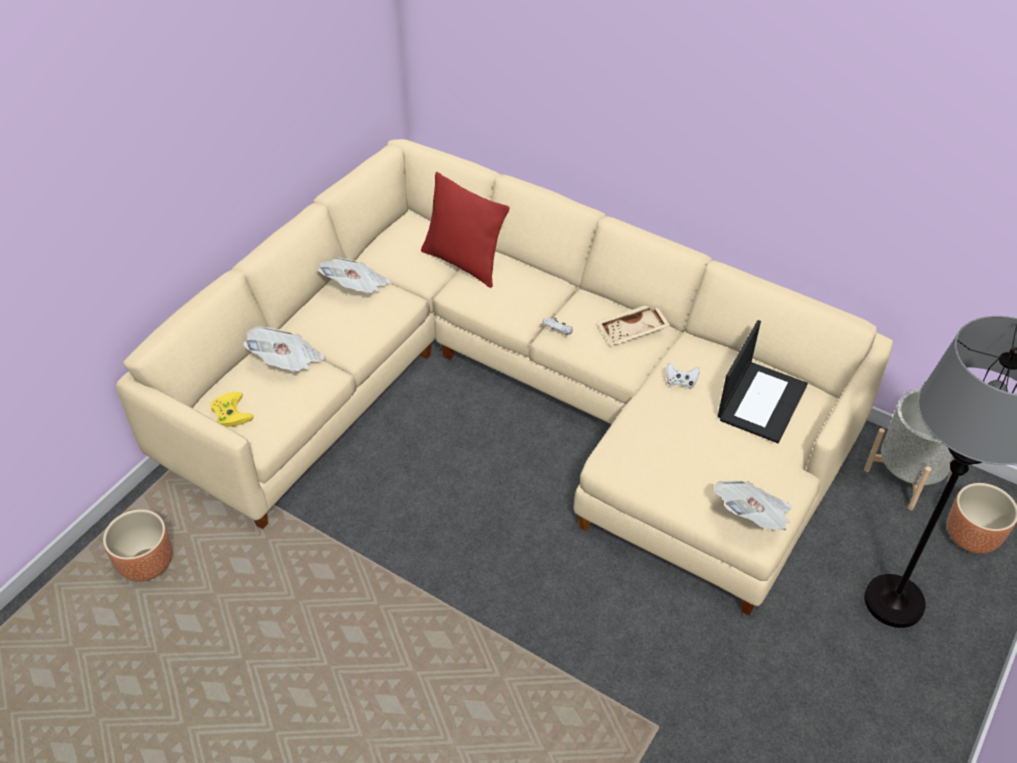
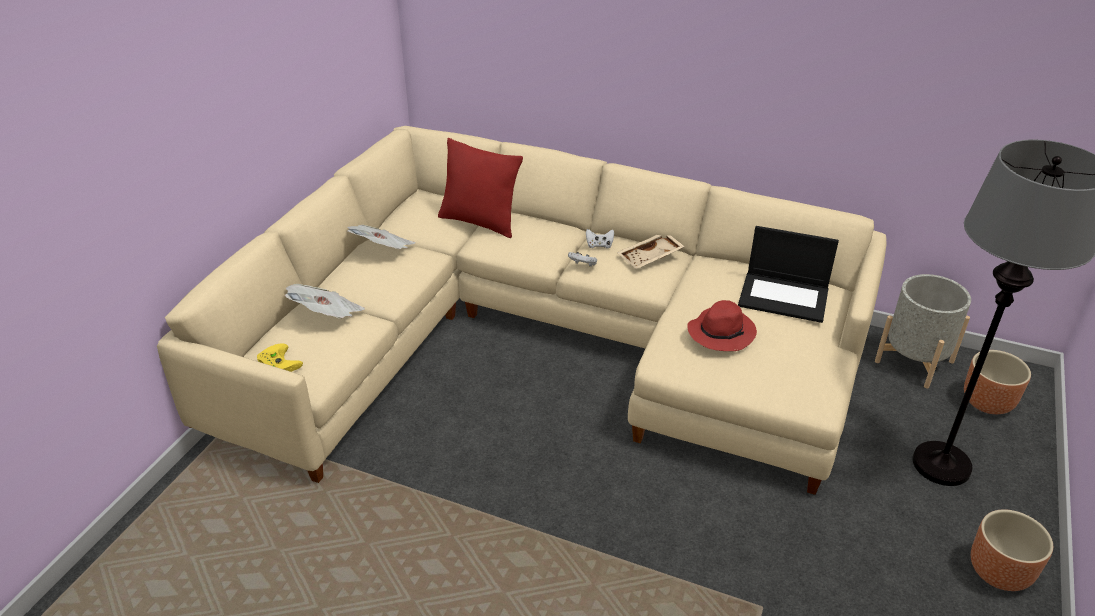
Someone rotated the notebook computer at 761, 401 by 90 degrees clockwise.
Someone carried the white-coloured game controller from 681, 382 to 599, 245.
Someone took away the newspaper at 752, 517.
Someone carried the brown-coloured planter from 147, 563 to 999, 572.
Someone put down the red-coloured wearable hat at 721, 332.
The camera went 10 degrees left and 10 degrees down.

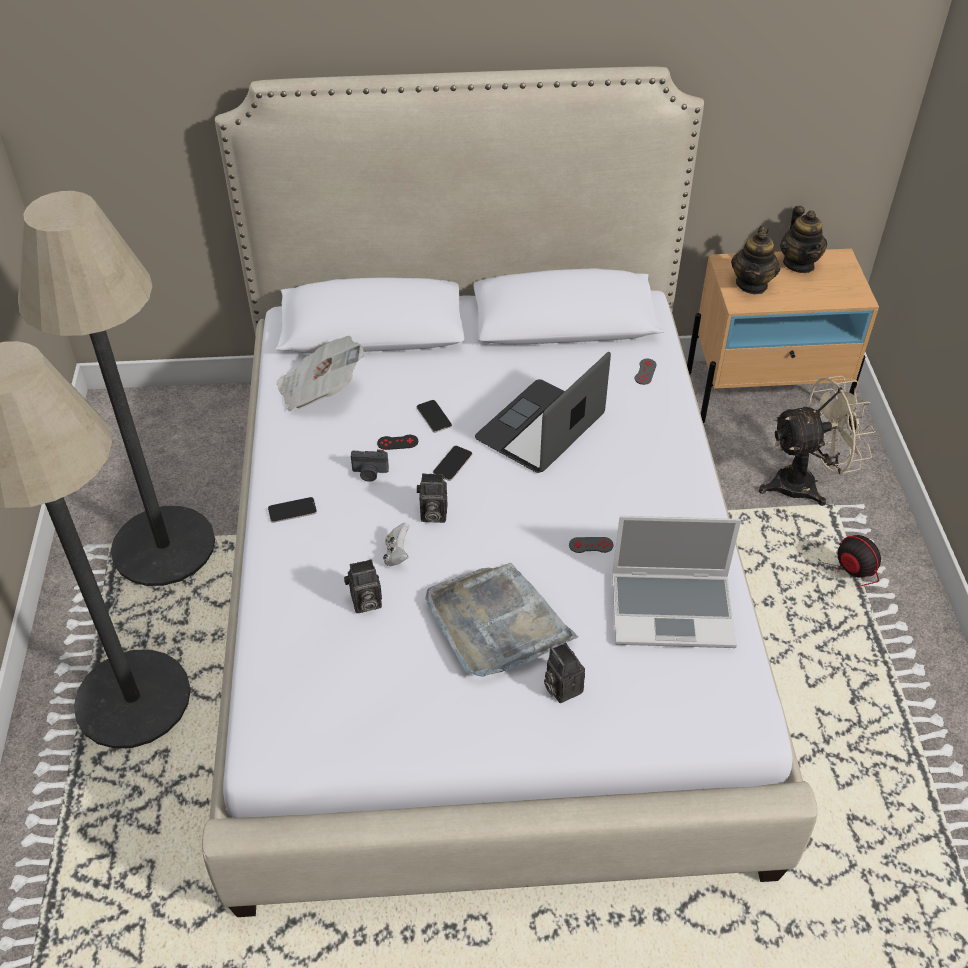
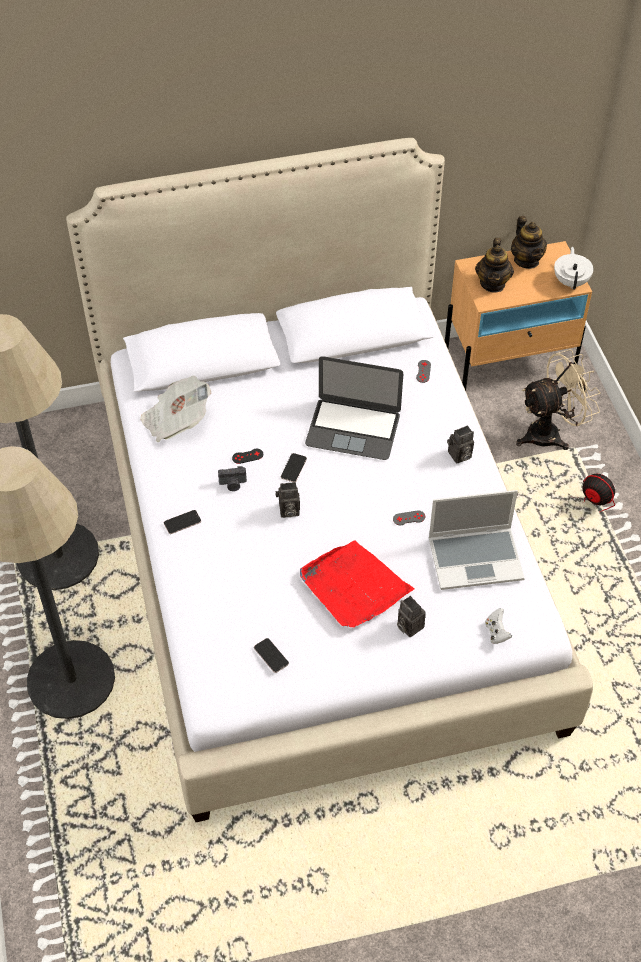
Someone rotated the notebook computer at 540, 427 by 105 degrees counterclockwise.
Someone carried the telephone from 434, 416 to 271, 655.
Someone carried the white-coloured game controller from 397, 554 to 496, 632.
Someone carried the photo camera from 365, 603 to 459, 456.
Someone repainted the gray tray at 496, 623, which became the red-coloured tray at 354, 587.
Someone put down the white-coloured tea pot at 571, 281.
The camera went 10 degrees left and 5 degrees up.

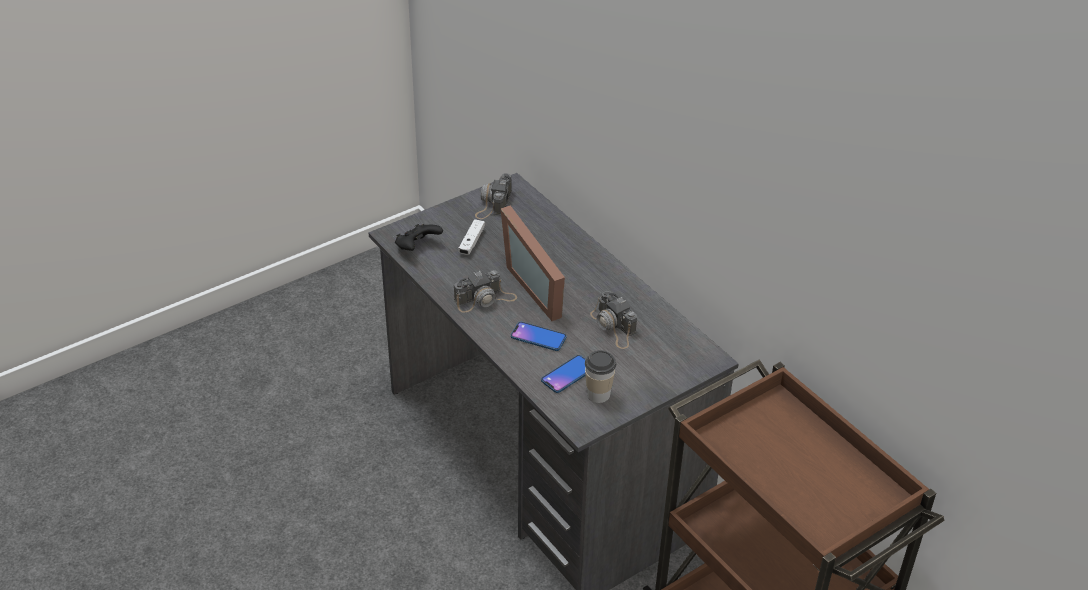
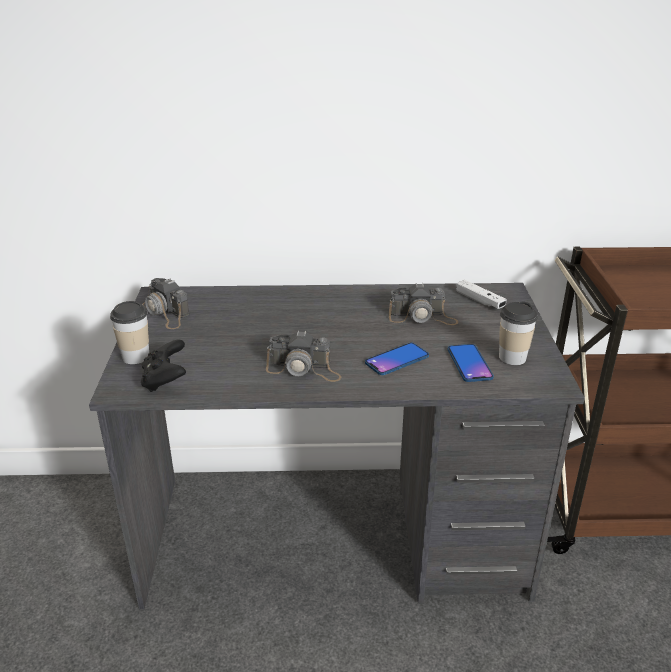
Someone took away the photo frame at 539, 286.
Someone carried the white-coloured game controller from 471, 242 to 479, 301.
Someone rotated the photo camera at 485, 299 by 90 degrees clockwise.
Someone put down the cup at 136, 356.
The camera went 55 degrees left and 10 degrees down.

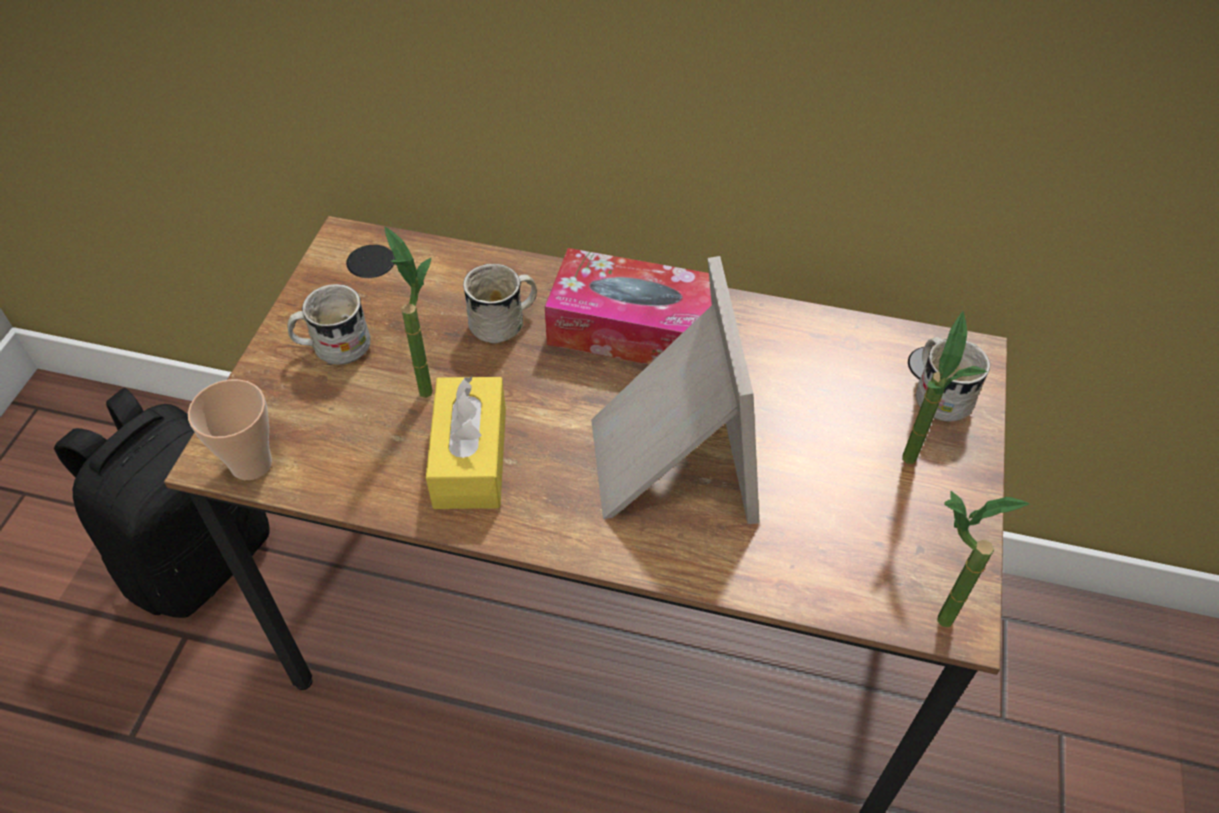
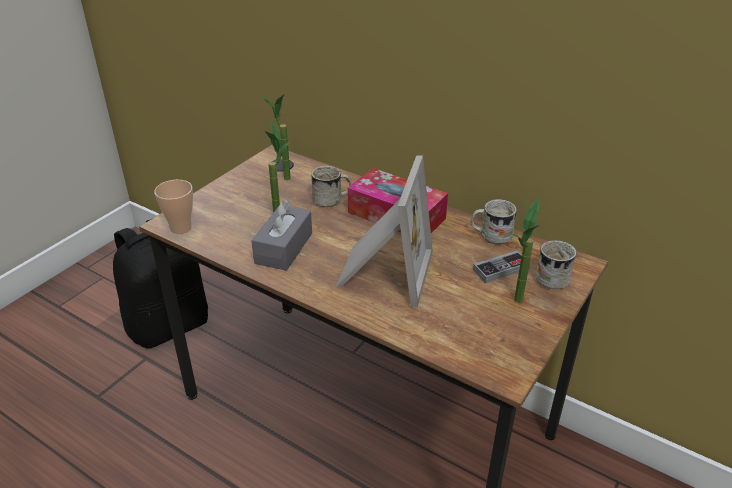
Someone carried the white-coloured mug from 333, 347 to 490, 235.
Someone repainted the yellow-coloured tissue box at 470, 457, which became the gray tissue box at 284, 248.
Someone carried the potted plant from 927, 616 to 281, 176.
Someone put down the game controller at 501, 269.
The camera went 20 degrees right and 15 degrees down.

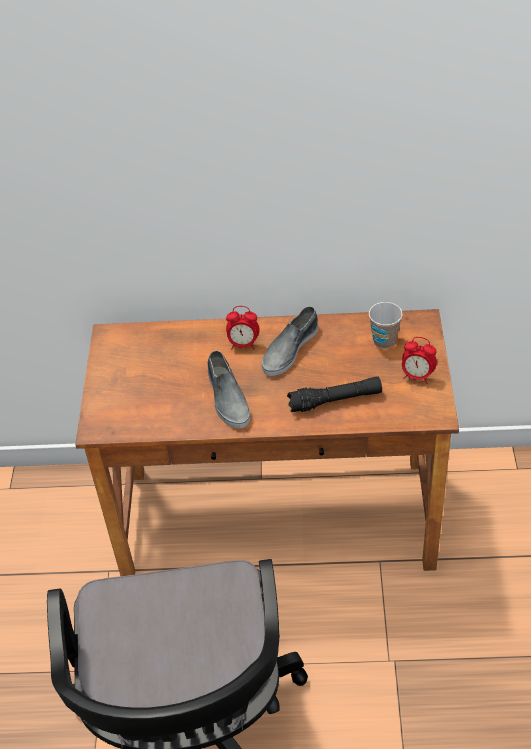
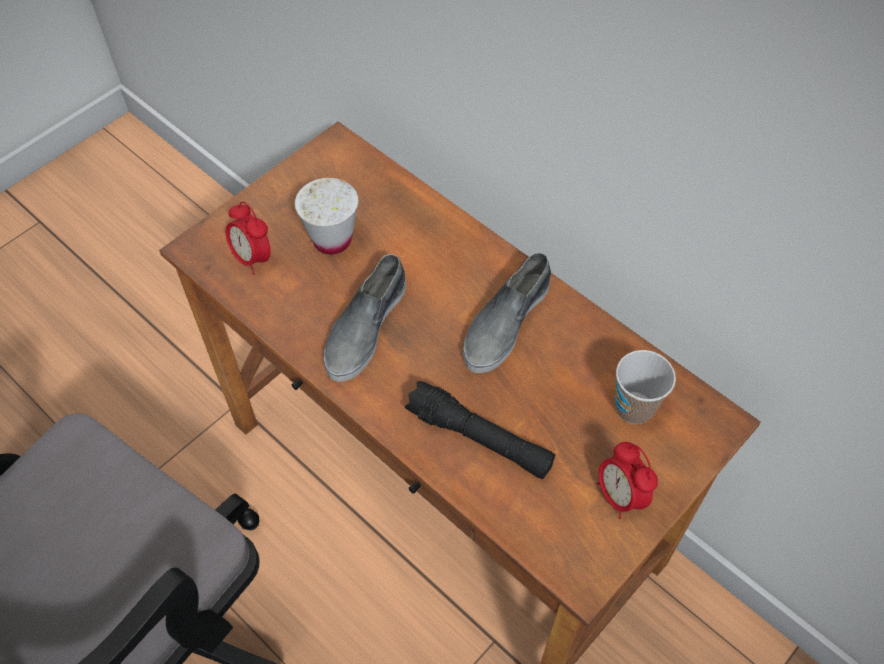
Someone carried the table clock from 243, 344 to 252, 258.
Someone rotated the gray item of footwear at 289, 349 by 45 degrees counterclockwise.
Someone put down the white-coloured cup at 332, 240.
The camera went 40 degrees right and 10 degrees up.

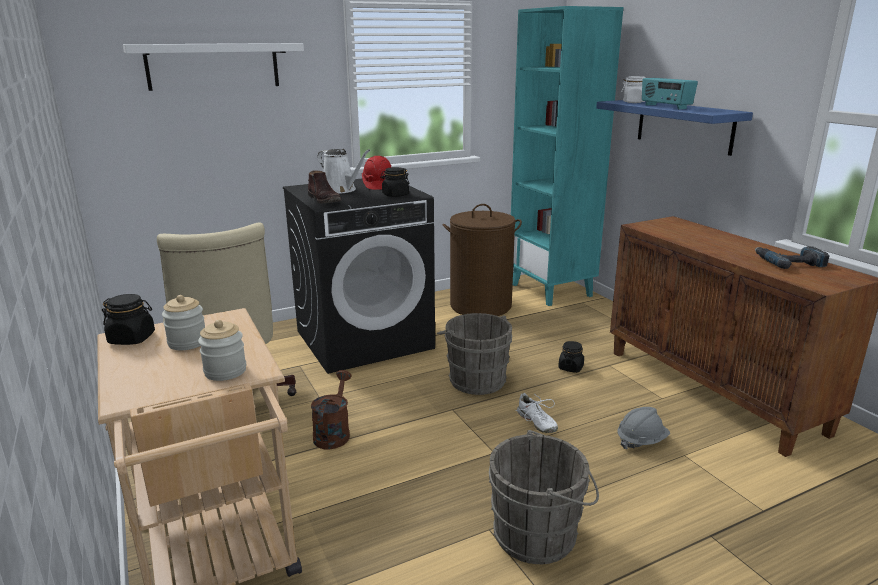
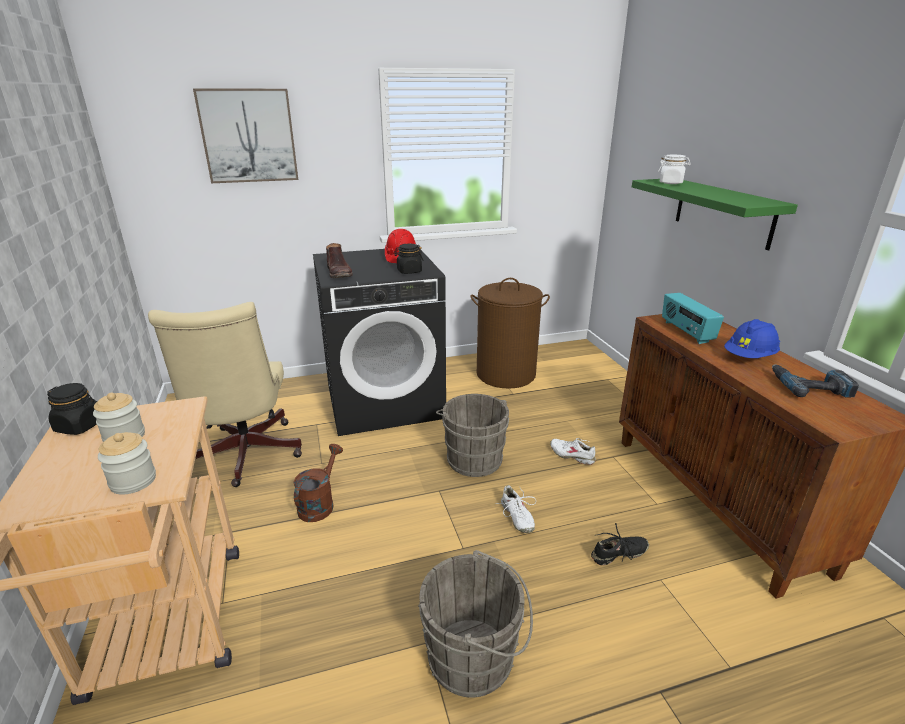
Someone took away the turquoise bookshelf at 552, 290.
Someone swapped the white-coloured bracket shelf at 213, 66 for the picture at 248, 136.
Someone carried the radio set from 665, 107 to 686, 332.
Someone repainted the bluish bracket shelf at 684, 126, which became the green bracket shelf at 723, 212.
Someone took away the white-coloured watering can at 341, 190.
Someone swapped the black-coloured storage jar at 570, 367 for the white-coloured item of footwear at 572, 455.
Someone swapped the gray work helmet at 641, 441 for the black-coloured item of footwear at 619, 555.
Someone put down the bluish work helmet at 749, 357.
The camera went 10 degrees right and 5 degrees up.

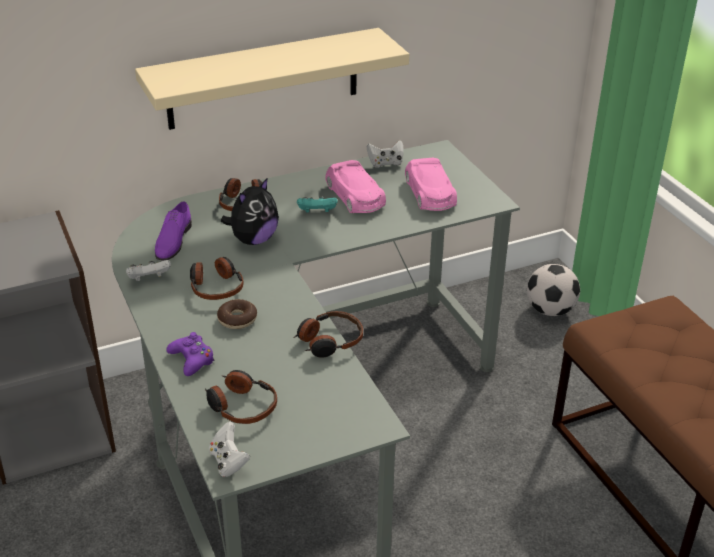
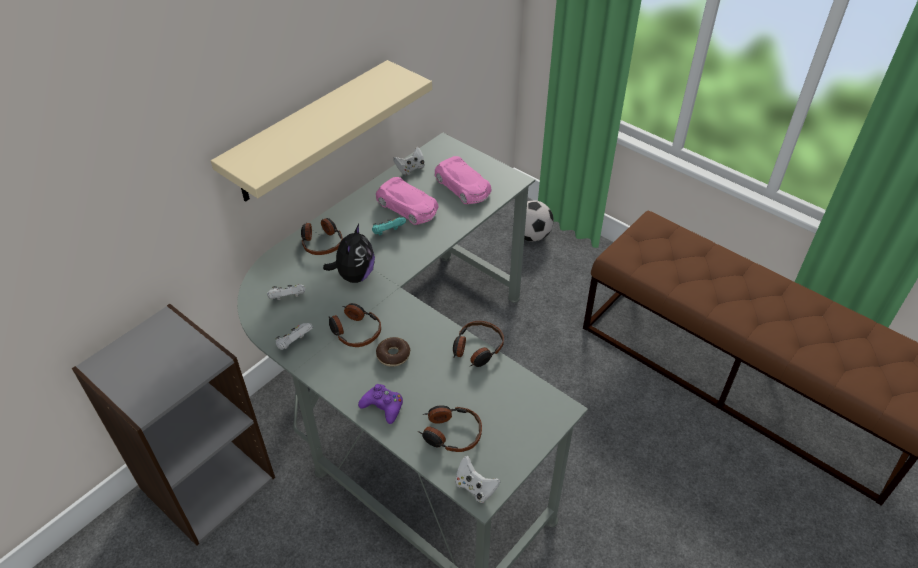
Someone swapped the purplish item of footwear at 173, 241 for the white-coloured game controller at 288, 299.
The camera went 25 degrees left and 10 degrees up.

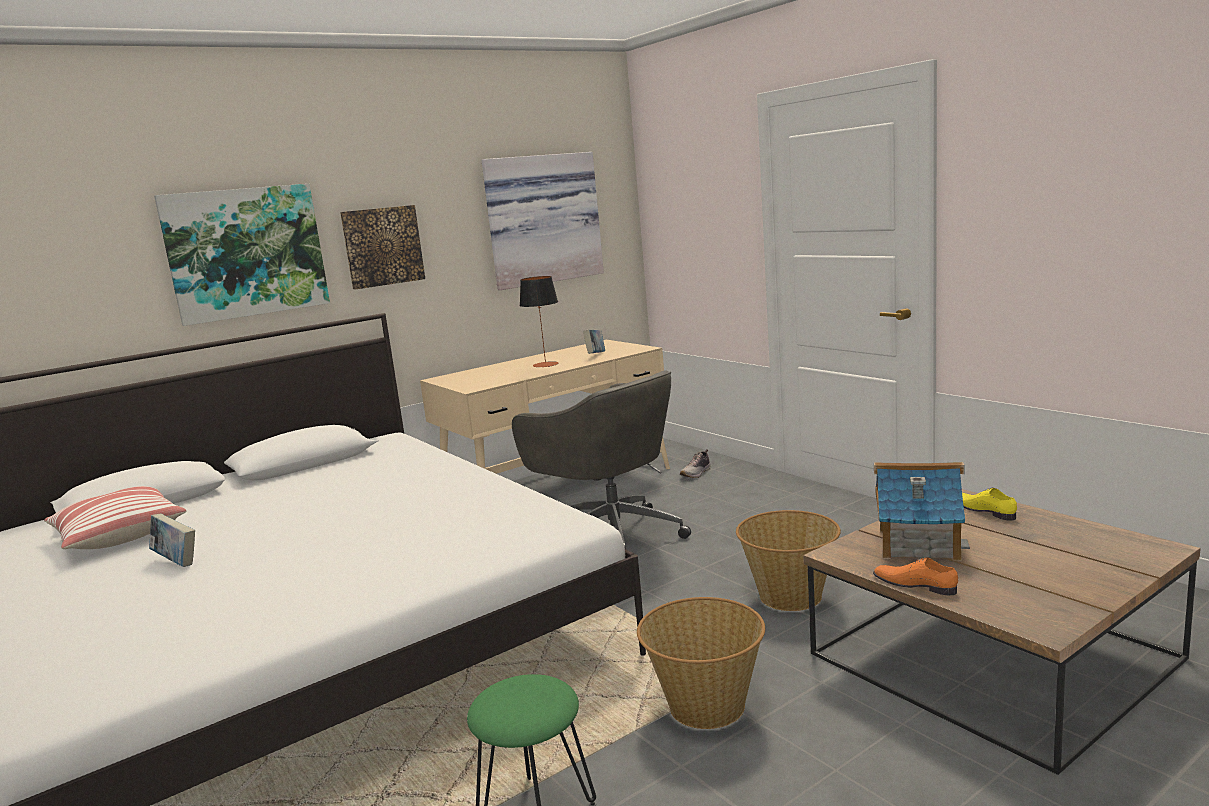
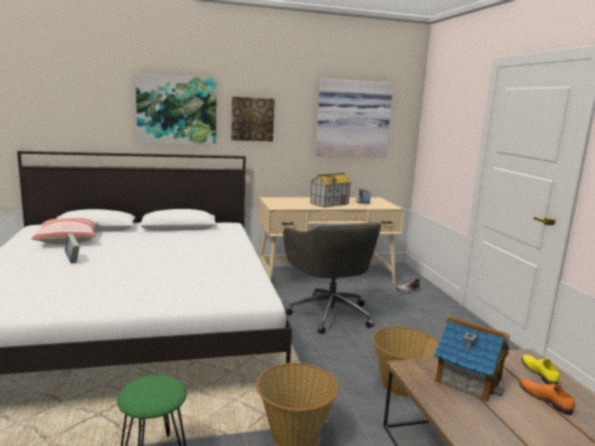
Someone swapped the lamp for a table at 545, 364 for the model house at 329, 203.
Someone carried the orange item of footwear from 915, 583 to 545, 398.
The camera went 20 degrees right and 0 degrees up.

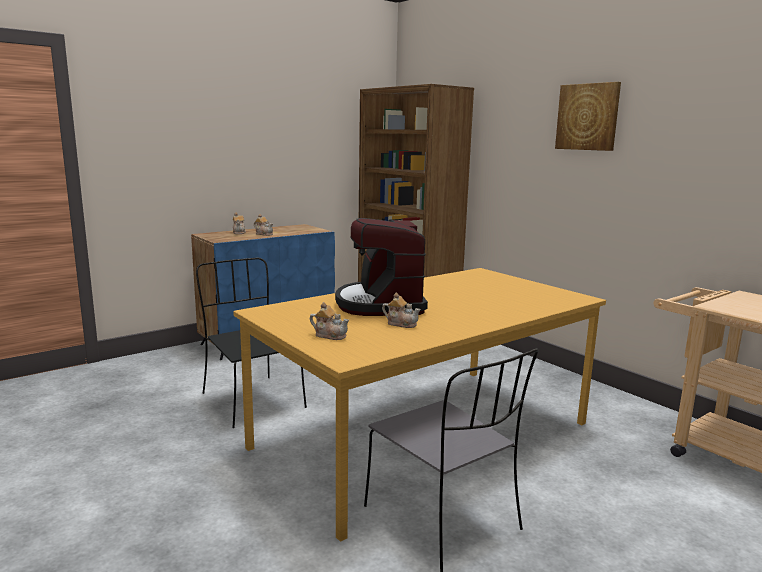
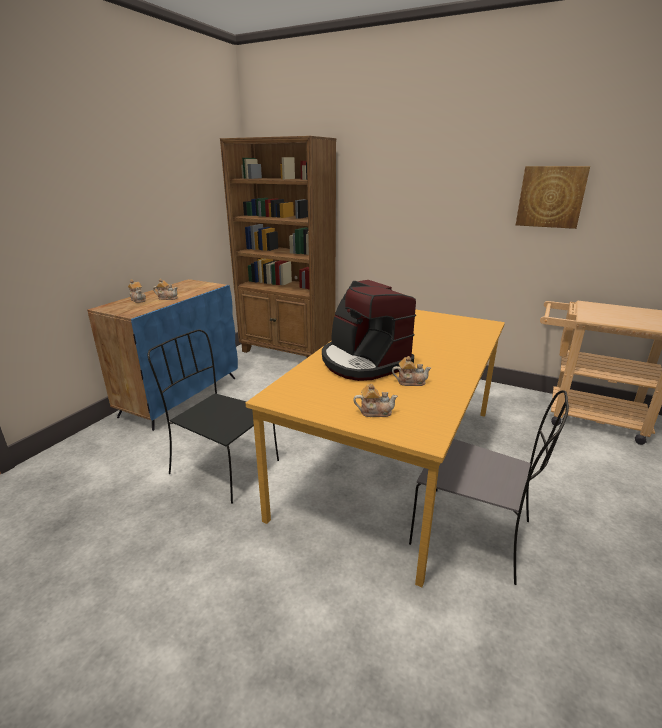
Someone carried the picture from 588, 117 to 551, 197.
The camera went 25 degrees left and 10 degrees up.

